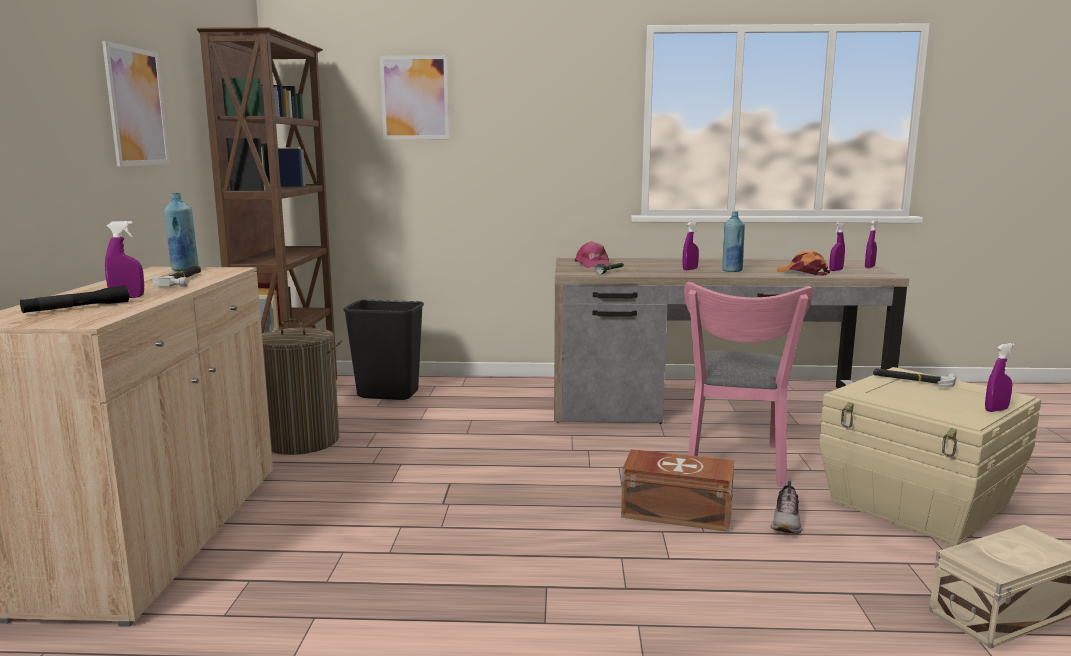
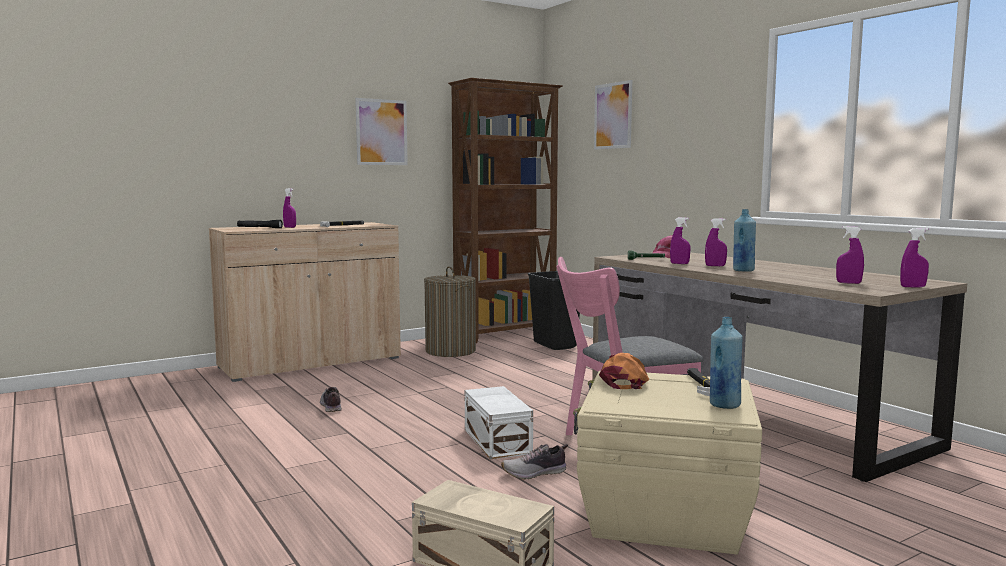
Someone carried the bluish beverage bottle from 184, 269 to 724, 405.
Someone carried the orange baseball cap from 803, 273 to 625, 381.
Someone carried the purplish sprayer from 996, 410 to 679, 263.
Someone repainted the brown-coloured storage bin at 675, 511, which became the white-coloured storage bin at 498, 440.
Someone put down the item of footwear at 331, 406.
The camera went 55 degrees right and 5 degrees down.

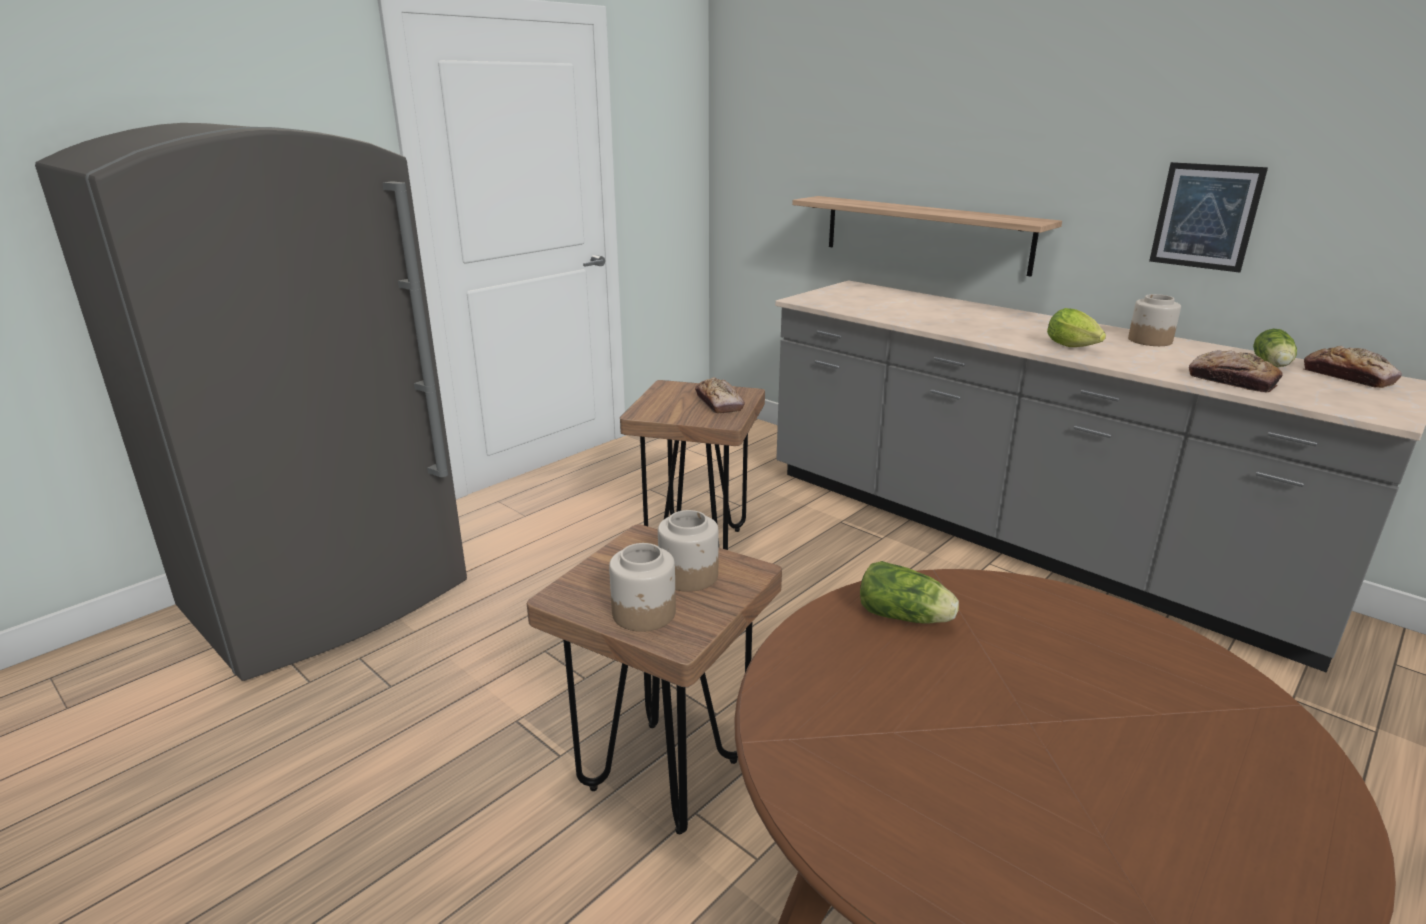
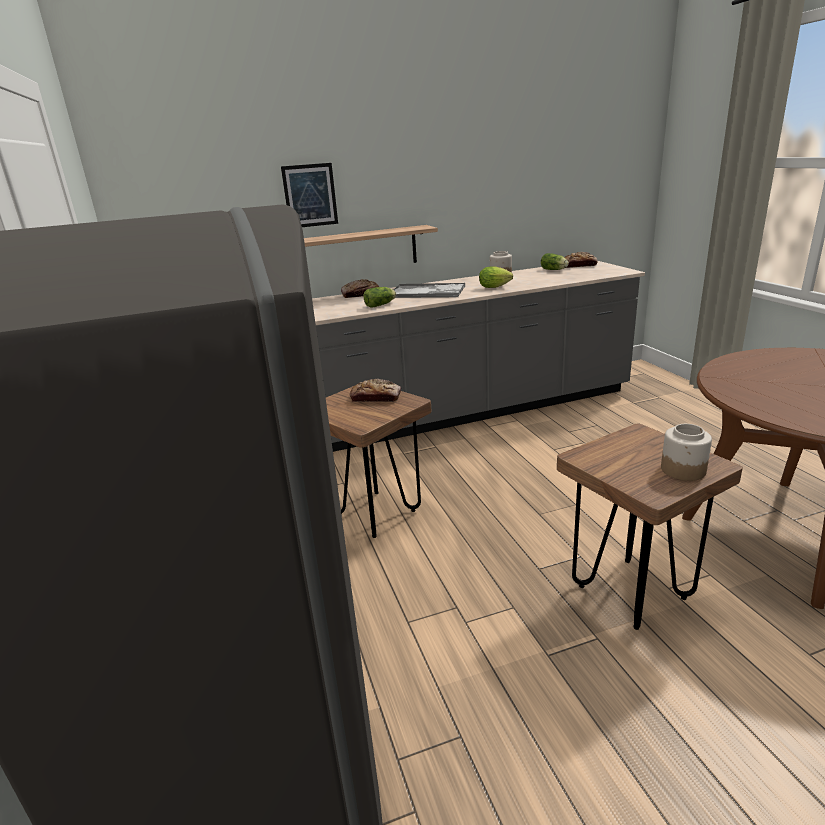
Someone carried the picture from 1205, 216 to 310, 195.
Someone carried the bread from 1231, 381 to 360, 294.
Someone took away the storage jar at 689, 575.
Someone carried the head of lettuce from 906, 617 to 381, 305.
Someone put down the tray at 428, 292.
The camera went 60 degrees left and 0 degrees up.

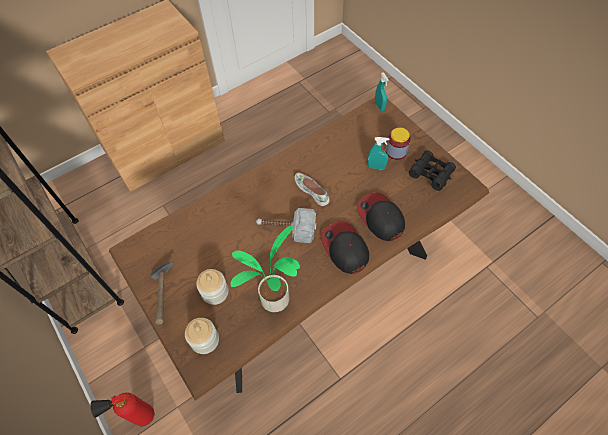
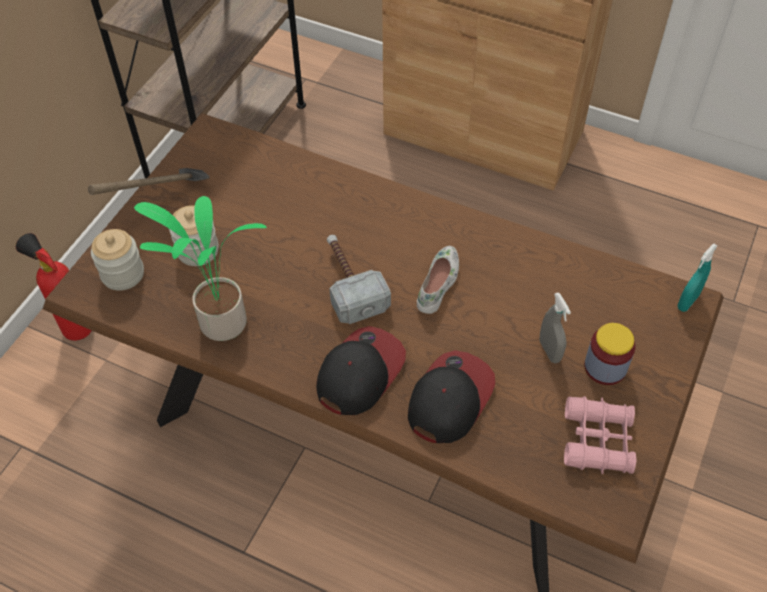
Someone repainted the turquoise sprayer at 376, 167, which became the gray sprayer at 549, 351.
Someone repainted the black-coloured pair of binoculars at 431, 173, which became the pinkish pair of binoculars at 598, 440.
The camera went 60 degrees right and 5 degrees down.

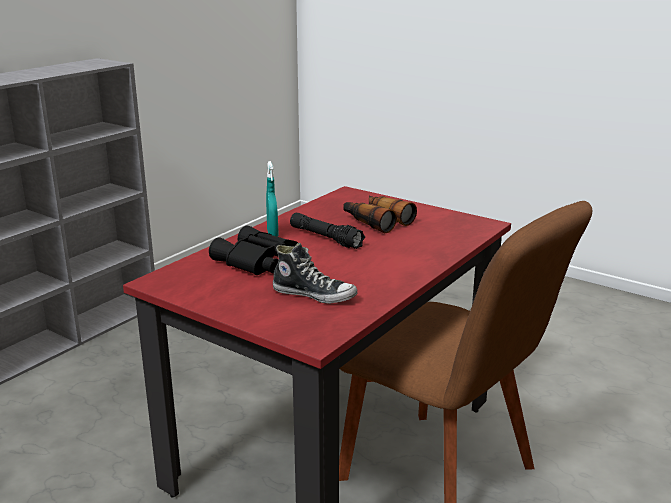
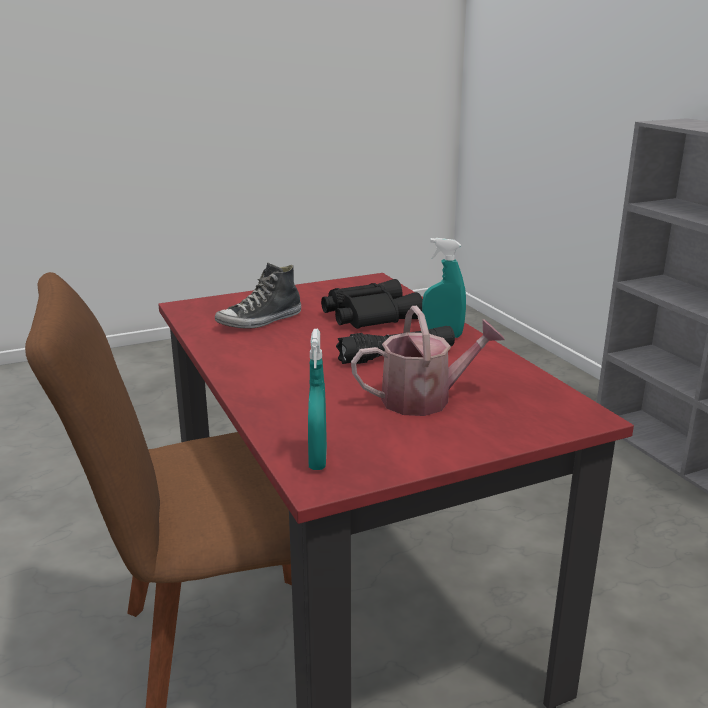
Someone swapped the pair of binoculars at 376, 221 for the watering can at 425, 399.
Someone put down the turquoise sprayer at 318, 459.
The camera went 120 degrees right and 0 degrees up.

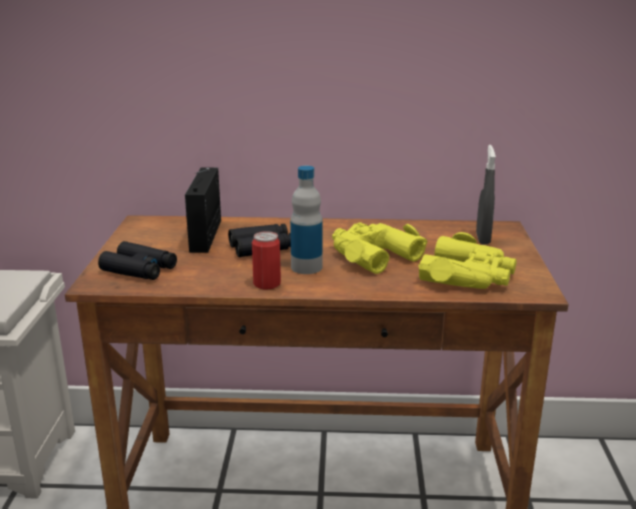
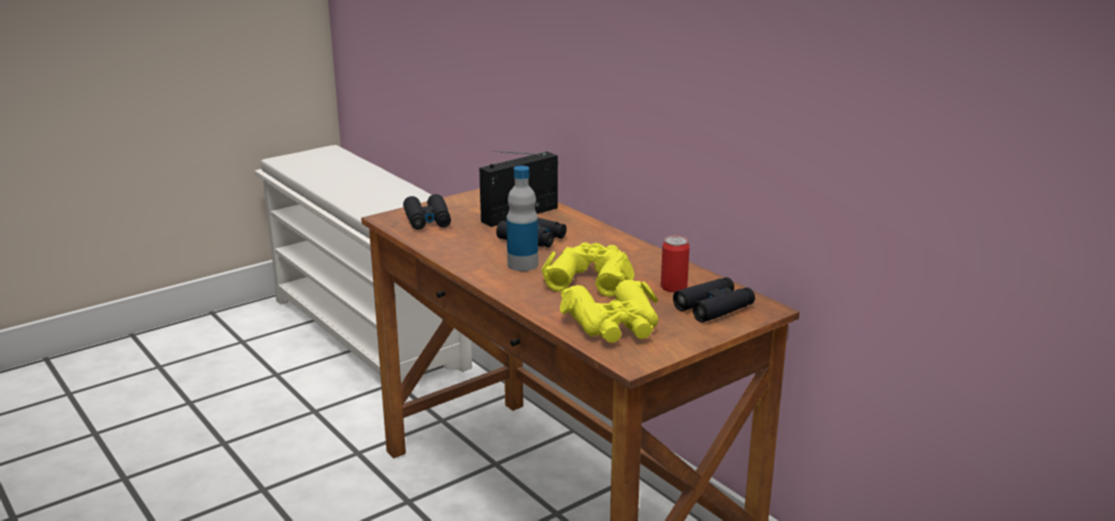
Someone swapped the gray sprayer at 483, 238 for the black-coloured pair of binoculars at 714, 307.
Someone carried the can from 267, 284 to 674, 287.
The camera went 50 degrees right and 0 degrees up.

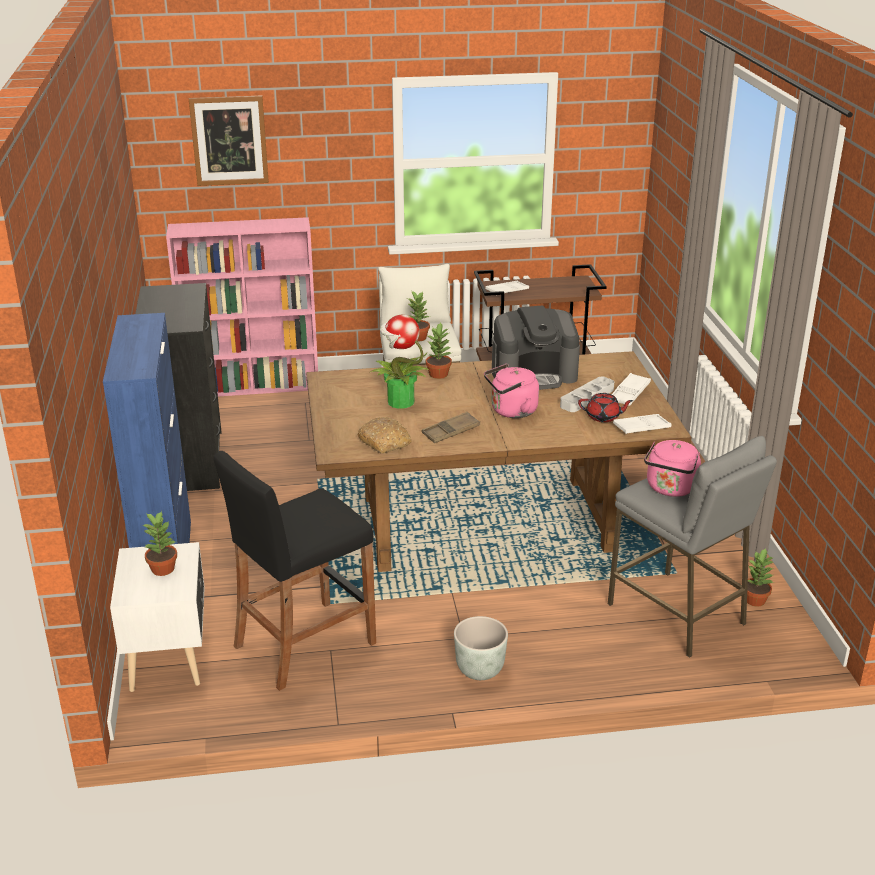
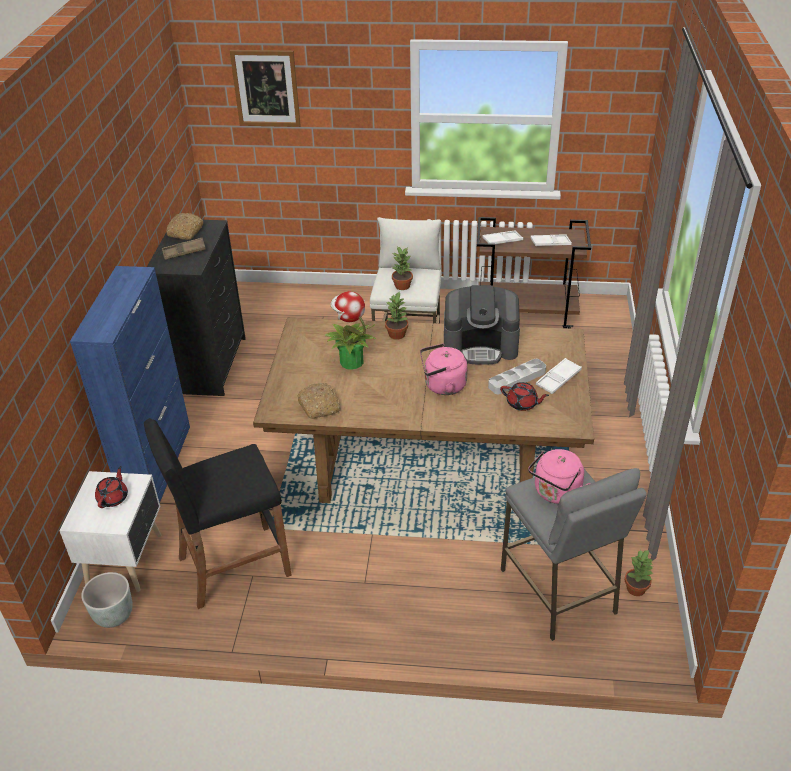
Someone took away the pinkish bookshelf at 254, 386.
Someone carried the brown-coloured tray from 451, 431 to 184, 252.
Someone carried the white-coloured tray from 641, 428 to 550, 243.
Someone swapped the potted plant at 163, 568 for the red-coloured tea pot at 113, 498.
Someone carried the gray planter from 480, 670 to 114, 615.
Someone put down the bread at 185, 232.
The camera went 15 degrees right and 10 degrees up.

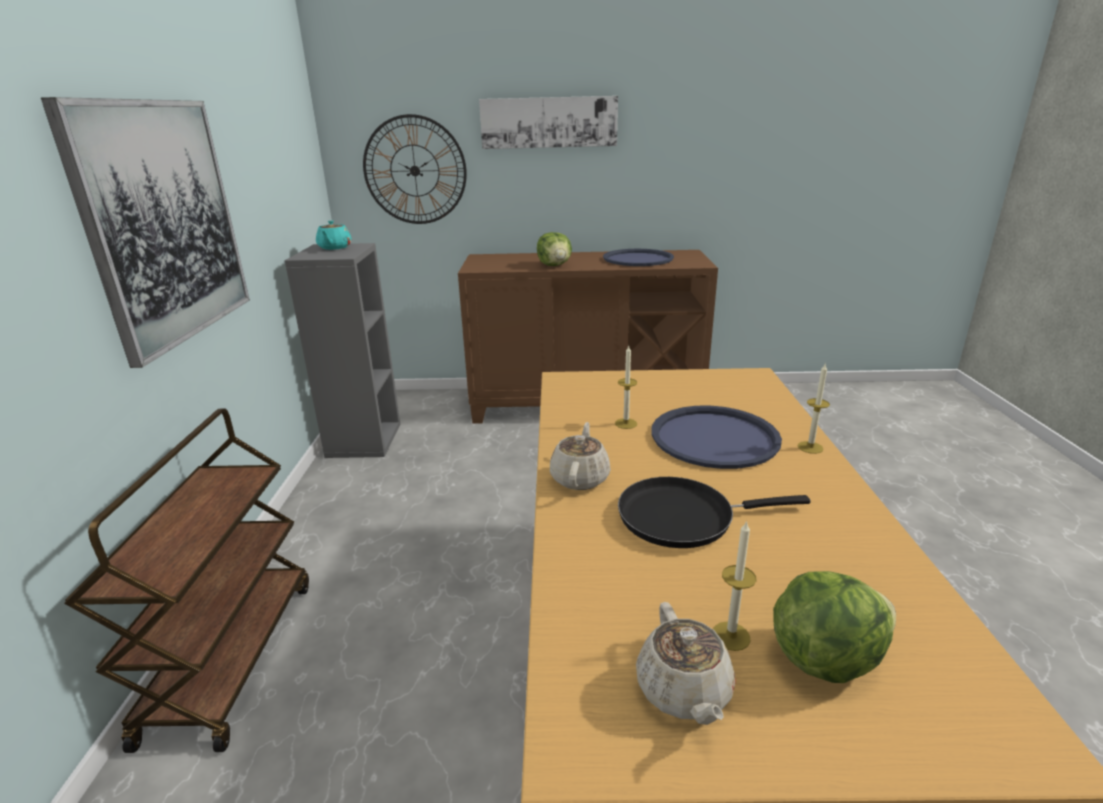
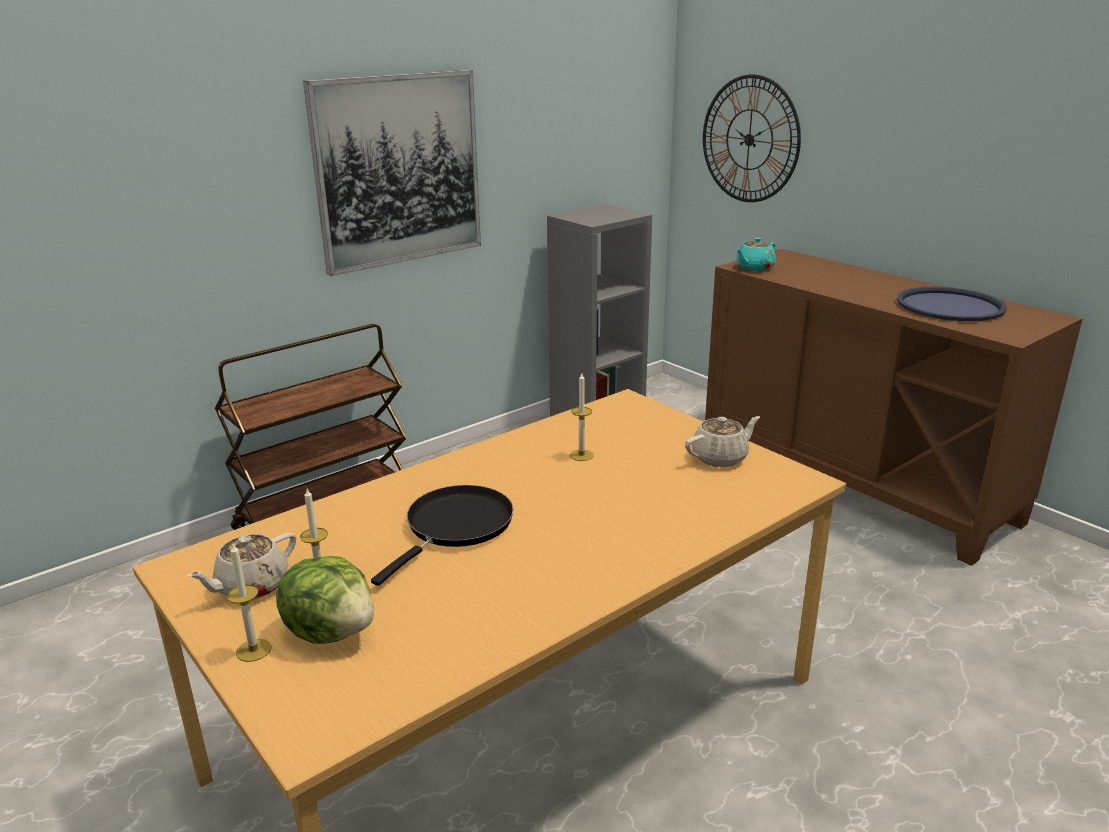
Someone took away the picture at 549, 122.
Someone carried the turquoise tea pot from 334, 248 to 754, 268.
Someone took away the head of lettuce at 555, 265.
Someone carried the wax candle from 810, 447 to 253, 650.
Someone took away the bluish tray at 714, 438.
Someone carried the beige-coloured tea pot from 580, 478 to 720, 458.
Someone rotated the black-coloured pan at 683, 517 by 75 degrees clockwise.
The camera went 50 degrees right and 0 degrees up.

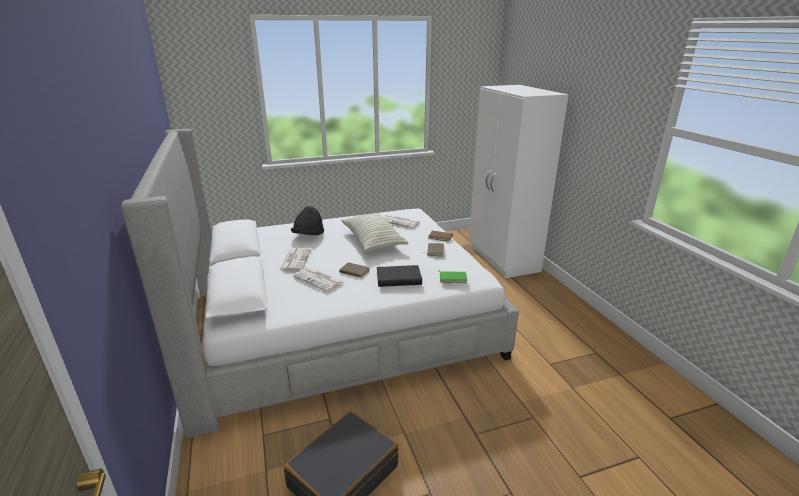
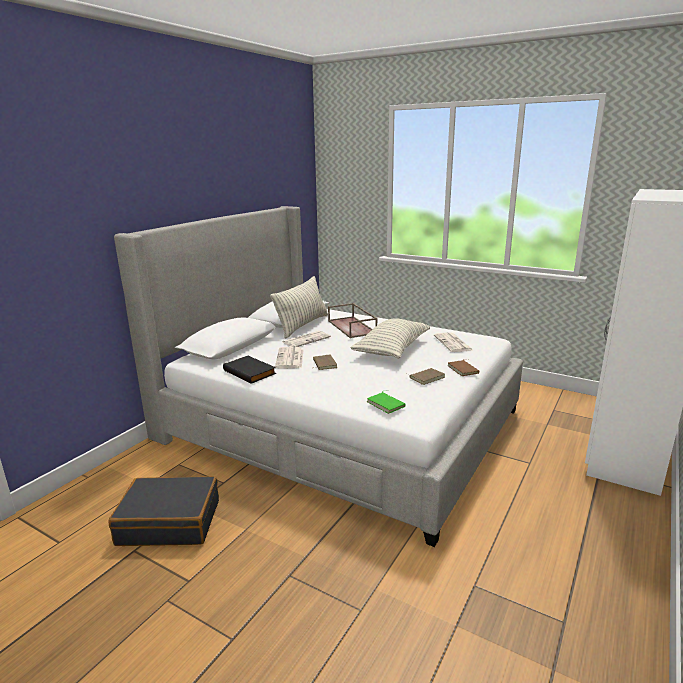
Someone swapped the black-coloured wearable hat at 308, 235 for the brown-coloured tray at 352, 327.
Someone carried the black-coloured book from 399, 278 to 250, 372.
Someone put down the pillow at 302, 325.
The camera went 50 degrees right and 5 degrees down.

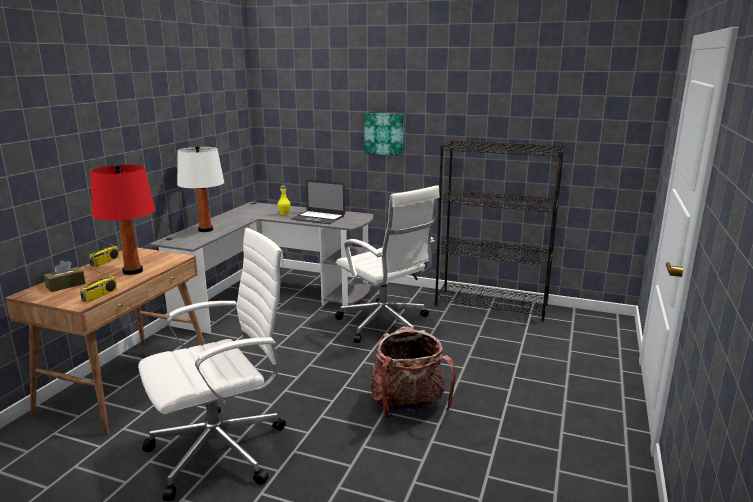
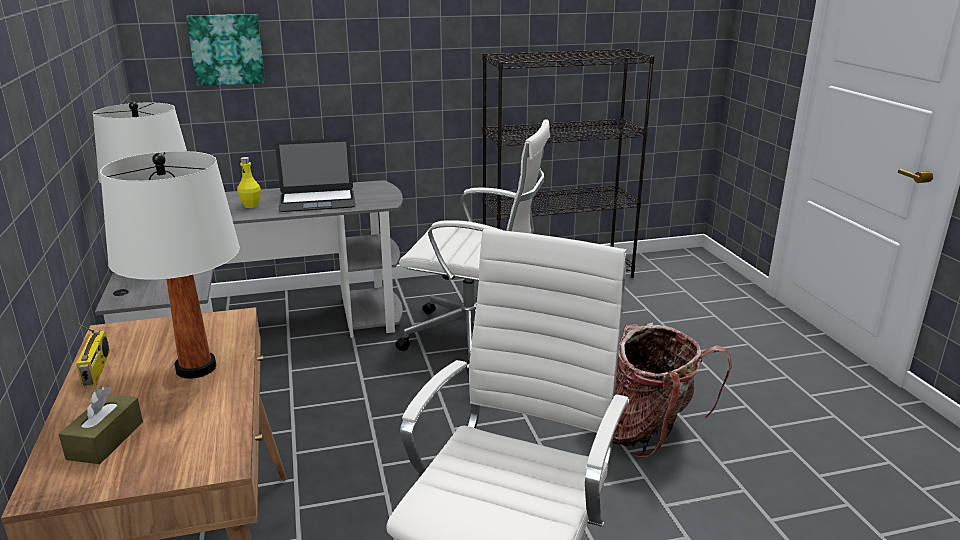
Someone carried the picture from 384, 134 to 227, 49.
Someone repainted the red-coloured lamp for a table at 133, 271, which became the white-coloured lamp for a table at 196, 368.
Someone took away the radio set at 99, 296.
The camera went 35 degrees left and 5 degrees up.

